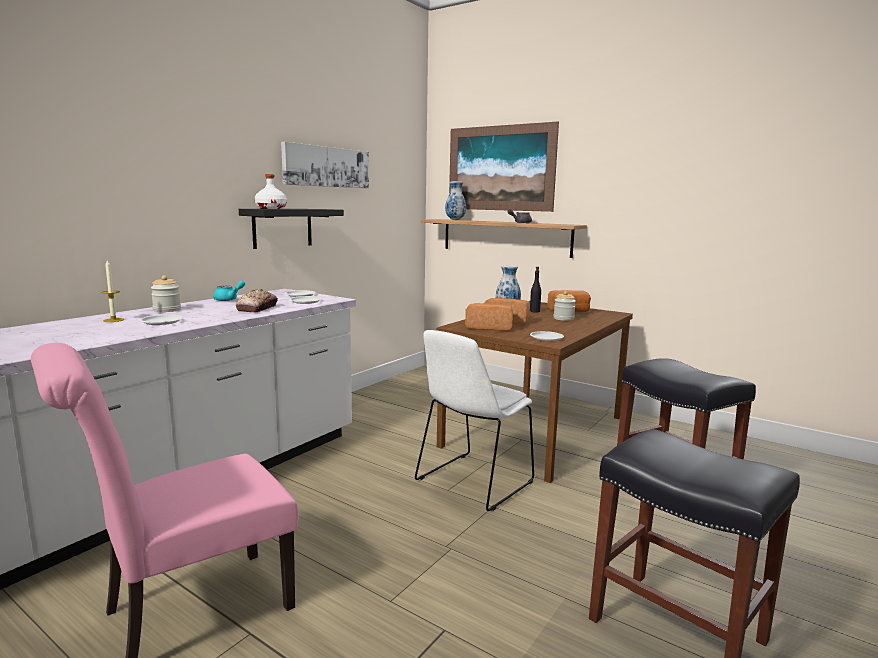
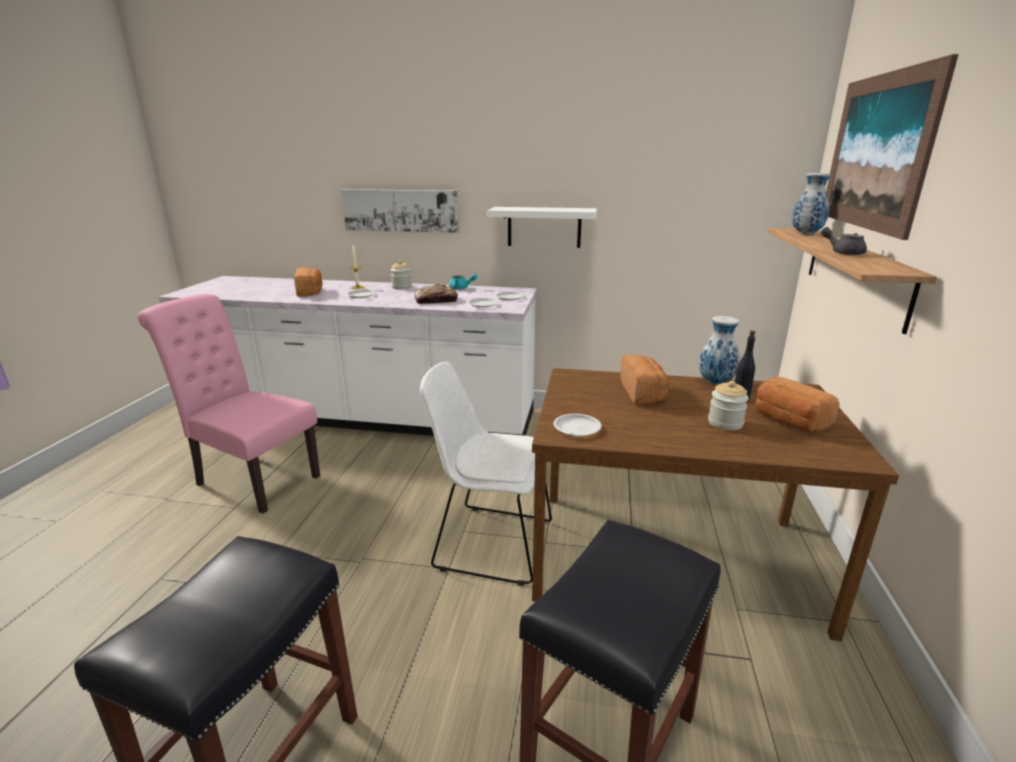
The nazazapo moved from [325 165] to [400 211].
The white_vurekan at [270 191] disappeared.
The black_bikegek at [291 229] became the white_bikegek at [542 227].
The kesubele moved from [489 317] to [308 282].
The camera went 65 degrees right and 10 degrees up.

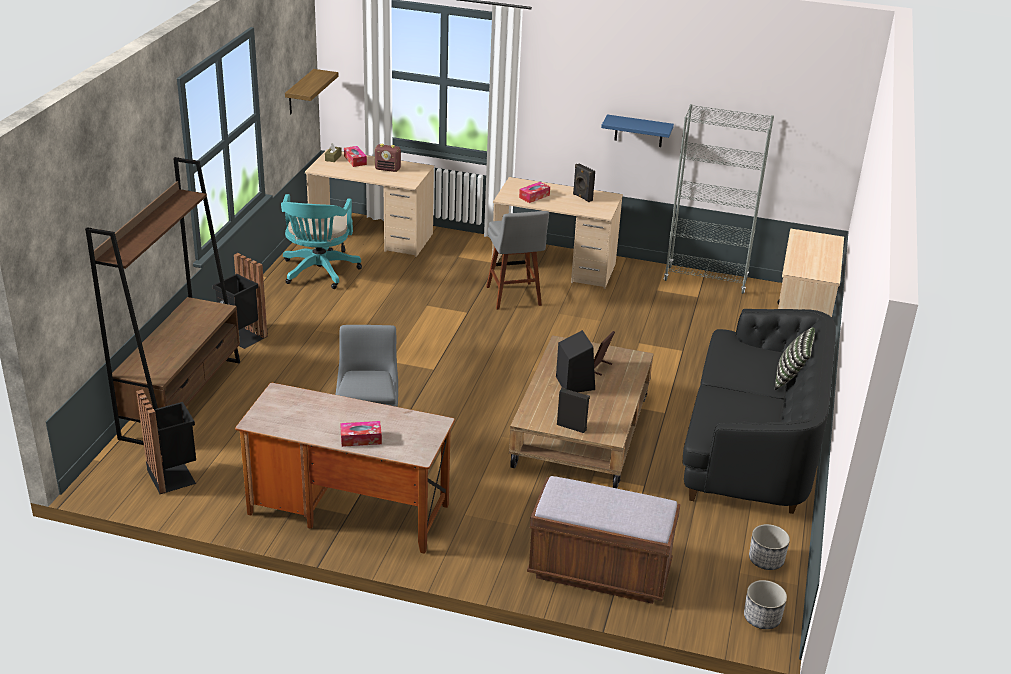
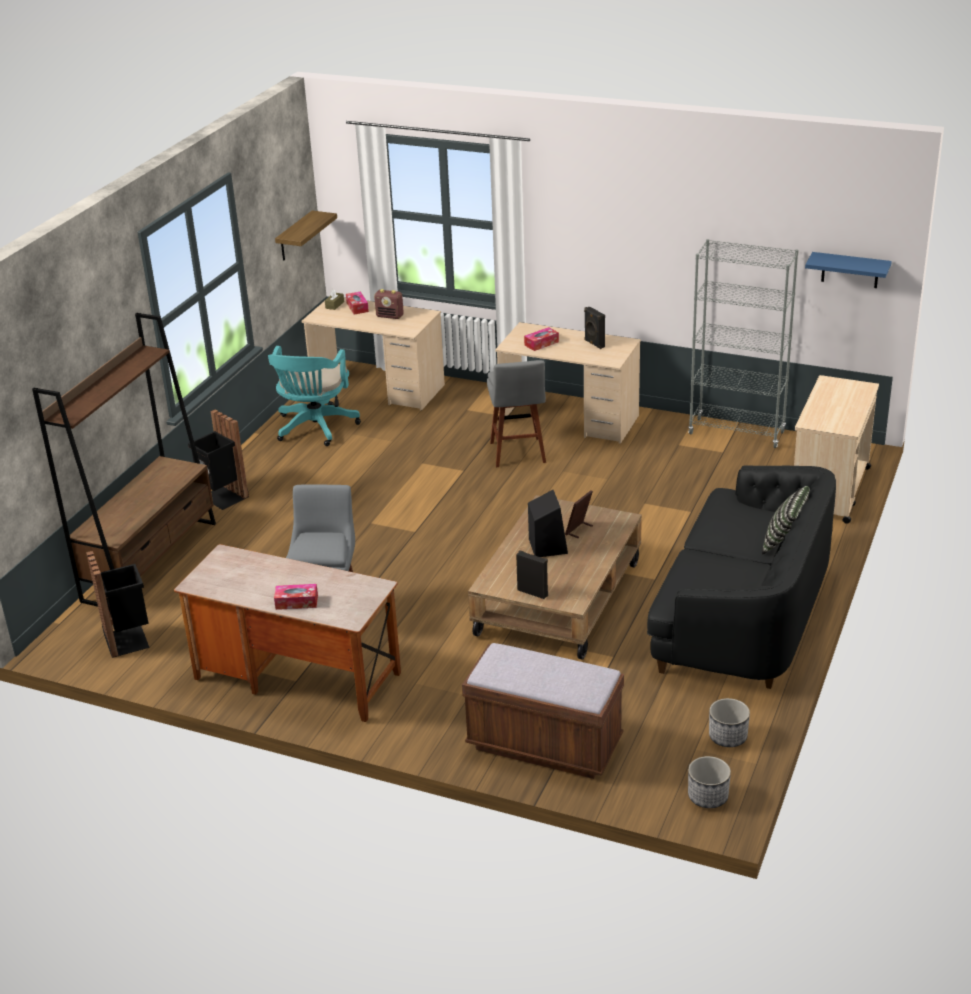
The blue_bikegek moved from [637 130] to [848 270].
The camera went 10 degrees right and 0 degrees up.

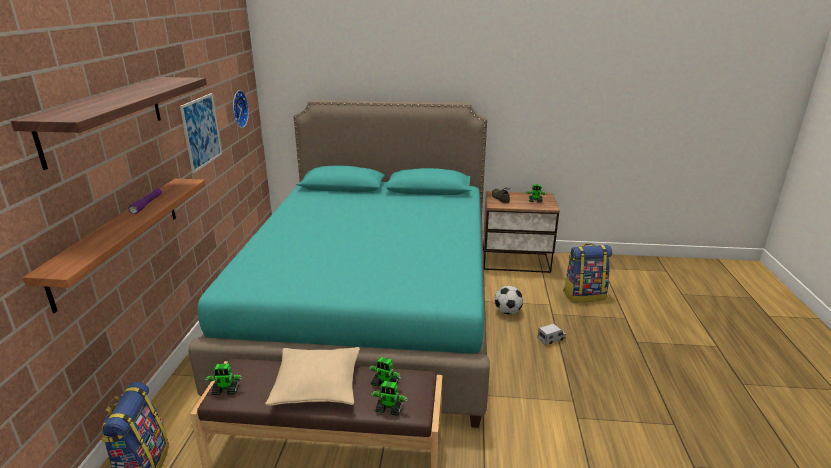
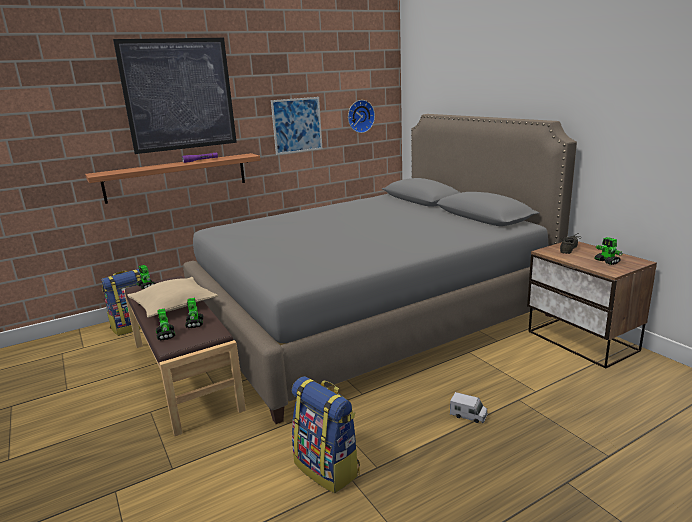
The bikegek at [109 123] was replaced by the nazazapo at [175 96].
The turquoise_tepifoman at [339 263] became the grey_tepifoman at [380 269].
The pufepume moved from [587 272] to [326 434].
The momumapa at [508 300] disappeared.
The camera went 55 degrees right and 5 degrees down.

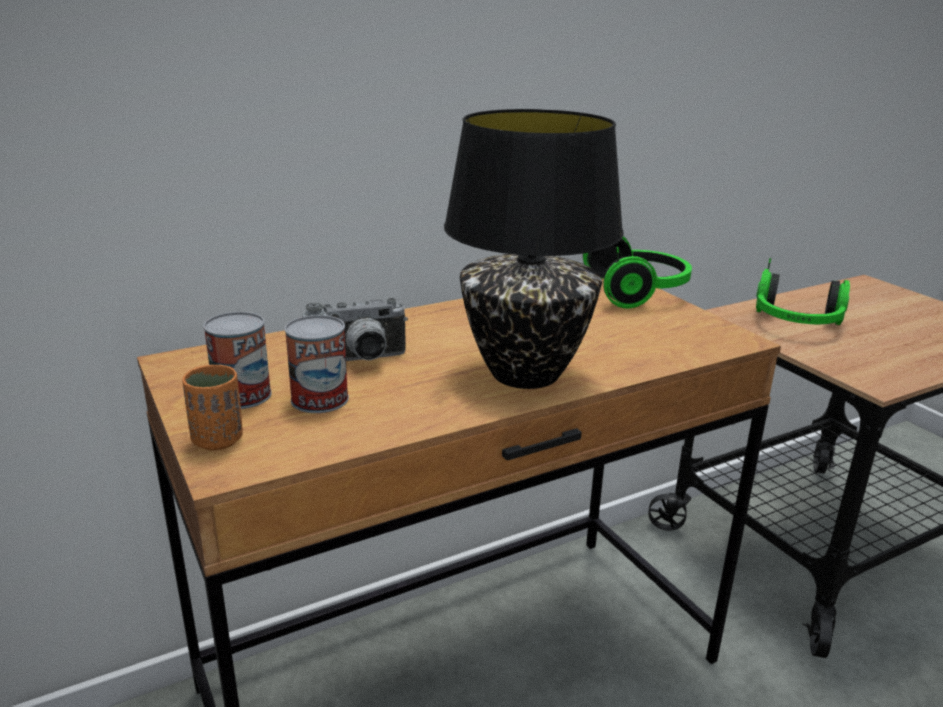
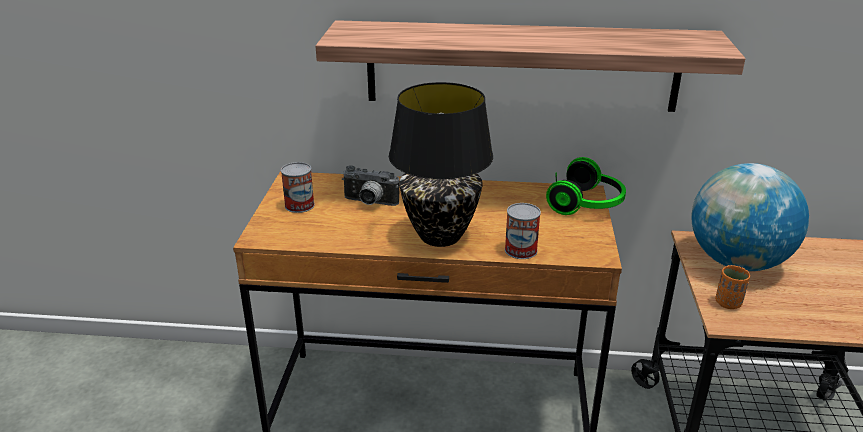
The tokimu at [803 291] was replaced by the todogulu at [750 217].
The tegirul moved from [316 364] to [523 231].
The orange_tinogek moved from [212 407] to [732 287].
The bikegek at [530 66] appeared.
The camera went 35 degrees right and 5 degrees up.

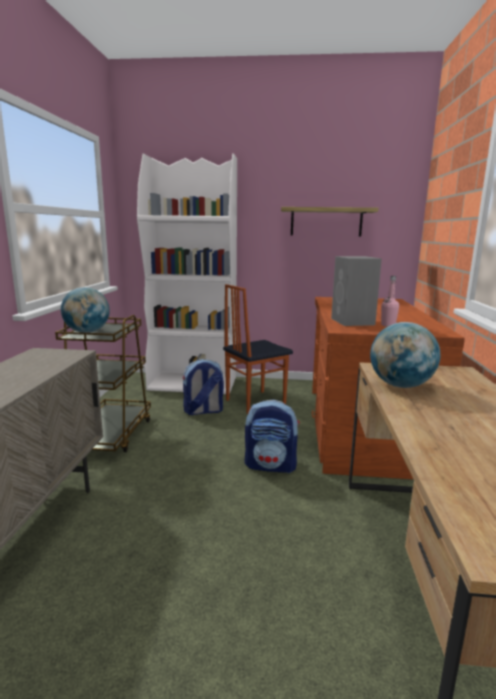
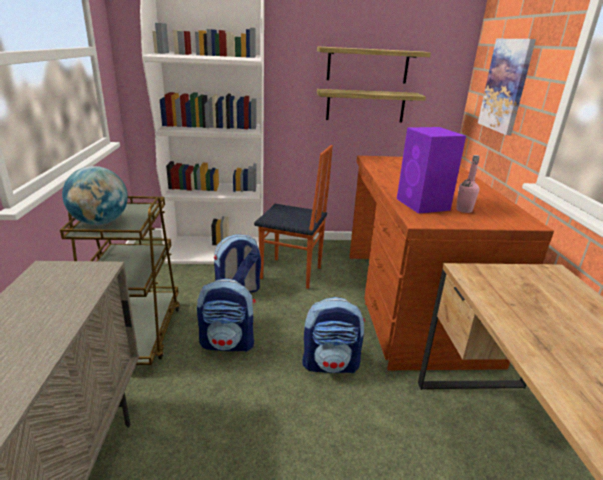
The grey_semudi at [356 291] became the purple_semudi at [431 170].
The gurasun at [258 349] turned 120 degrees counterclockwise.
The todogulu at [405 355] disappeared.
The nazazapo at [507 87] appeared.
The bikegek at [371 106] appeared.
The pufepume at [226 315] appeared.
The camera went 10 degrees left and 10 degrees up.

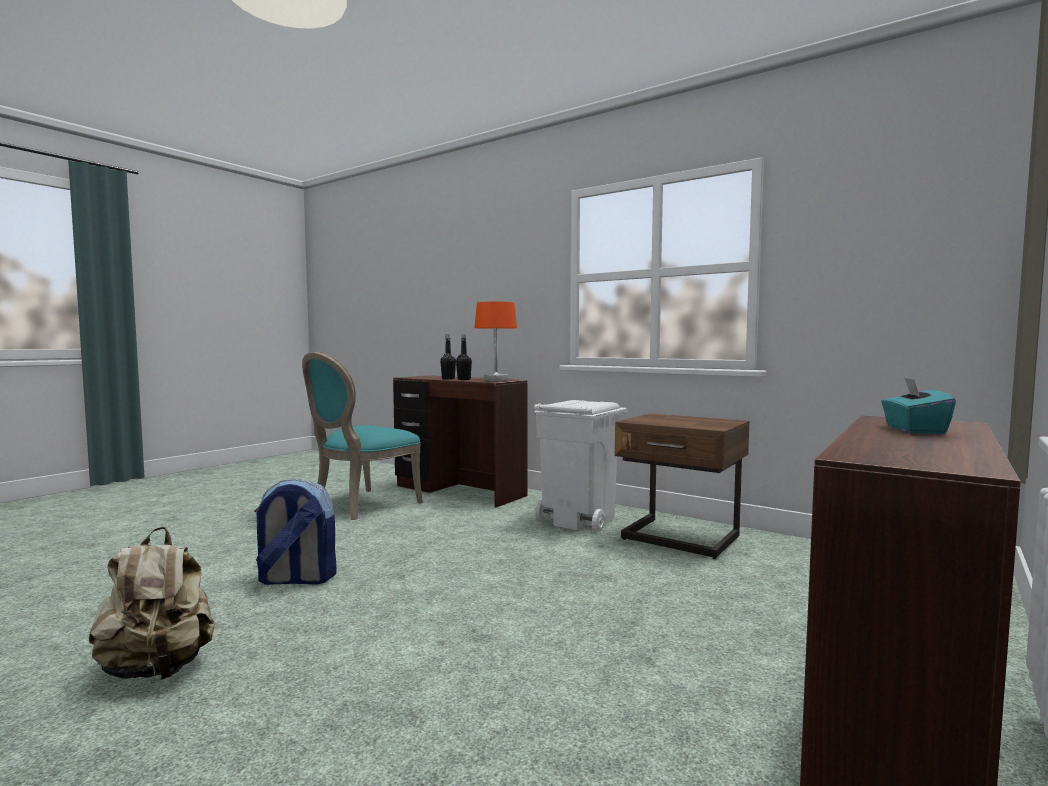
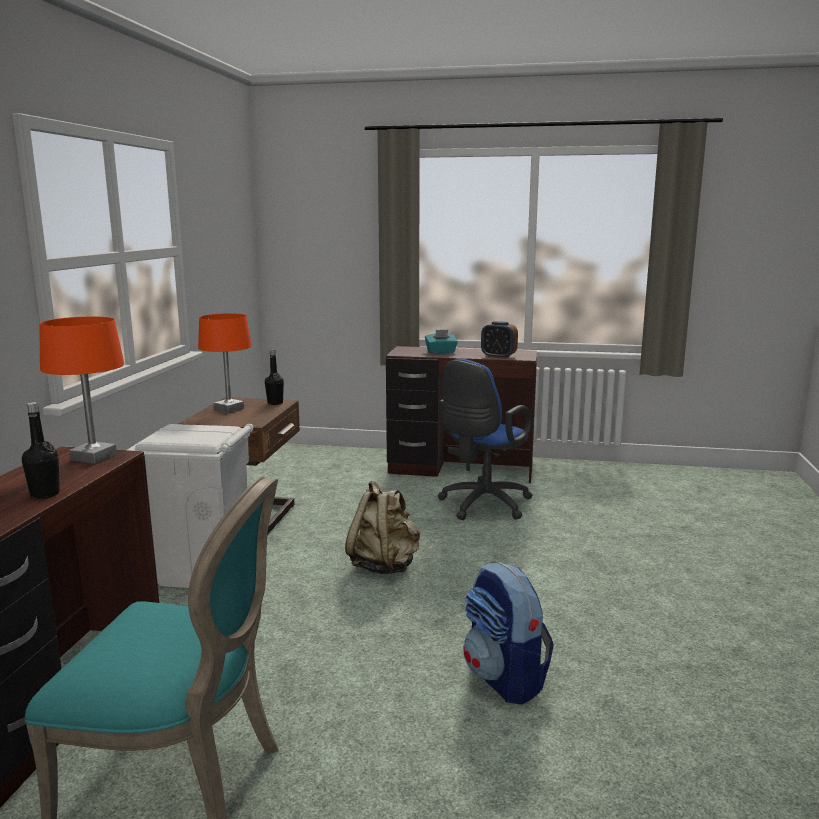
The black_vurekan moved from [464 357] to [274 377].
The beige_pufepume moved from [151 603] to [382 527].
The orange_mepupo at [225 363] appeared.
The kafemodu at [499 340] appeared.
The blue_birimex at [485 439] appeared.
The camera went 115 degrees left and 10 degrees up.

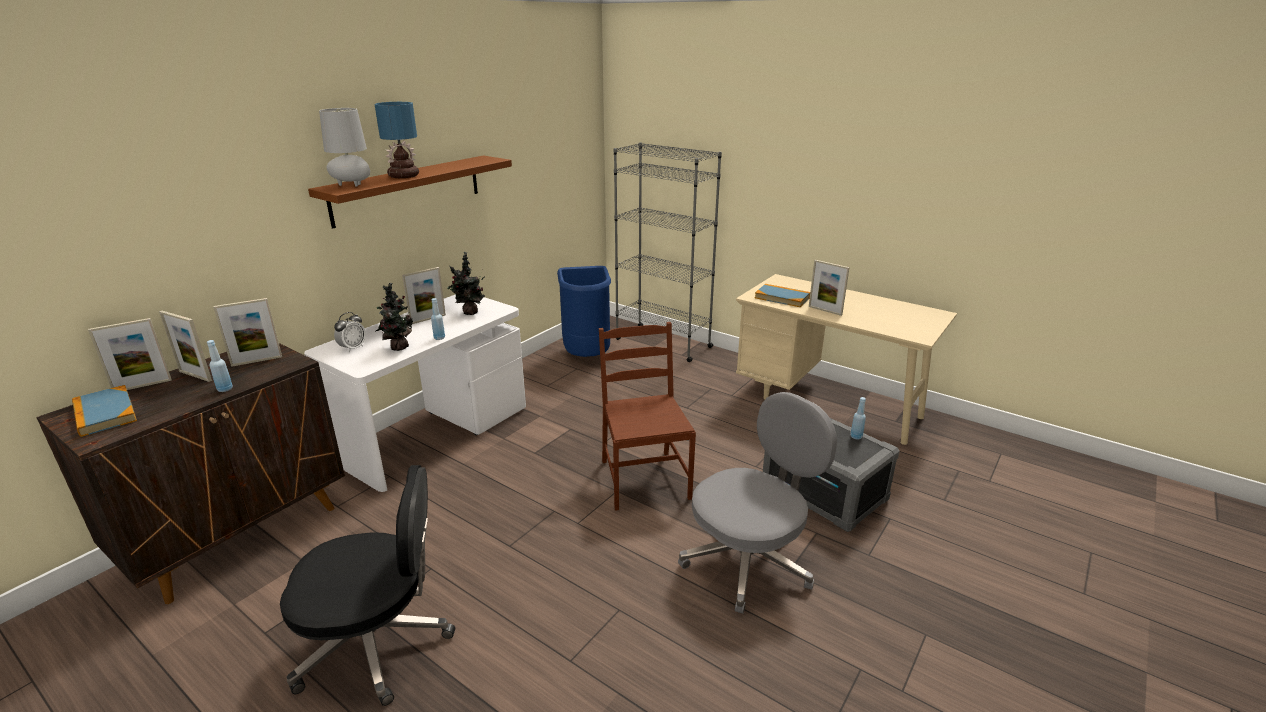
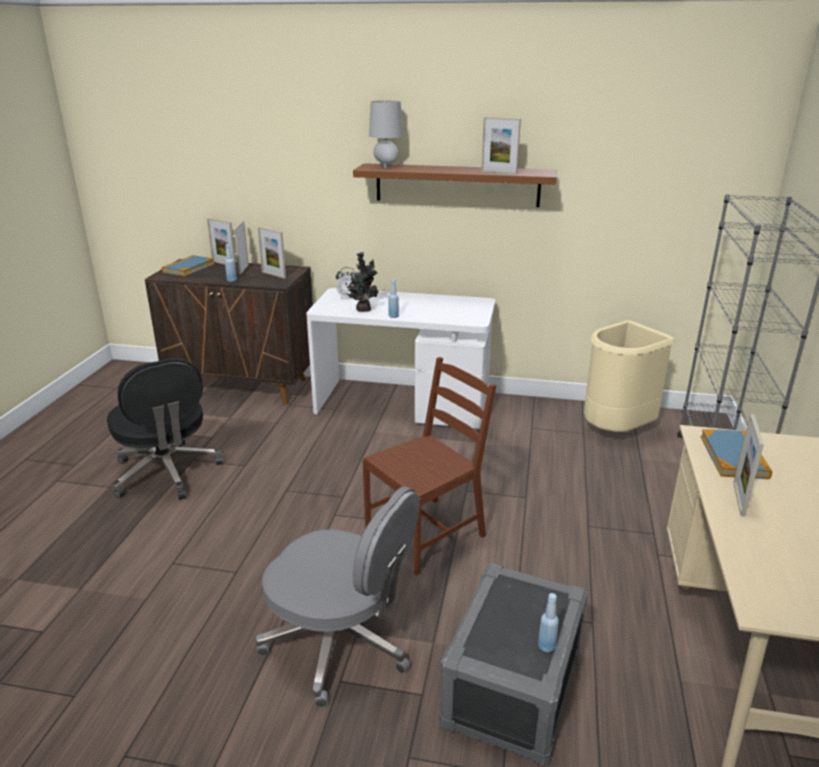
The mepupo at [396 140] disappeared.
The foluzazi at [466 283] disappeared.
The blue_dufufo at [584 311] became the beige_dufufo at [629 376].
The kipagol moved from [424 295] to [501 145].
The camera went 65 degrees right and 0 degrees up.

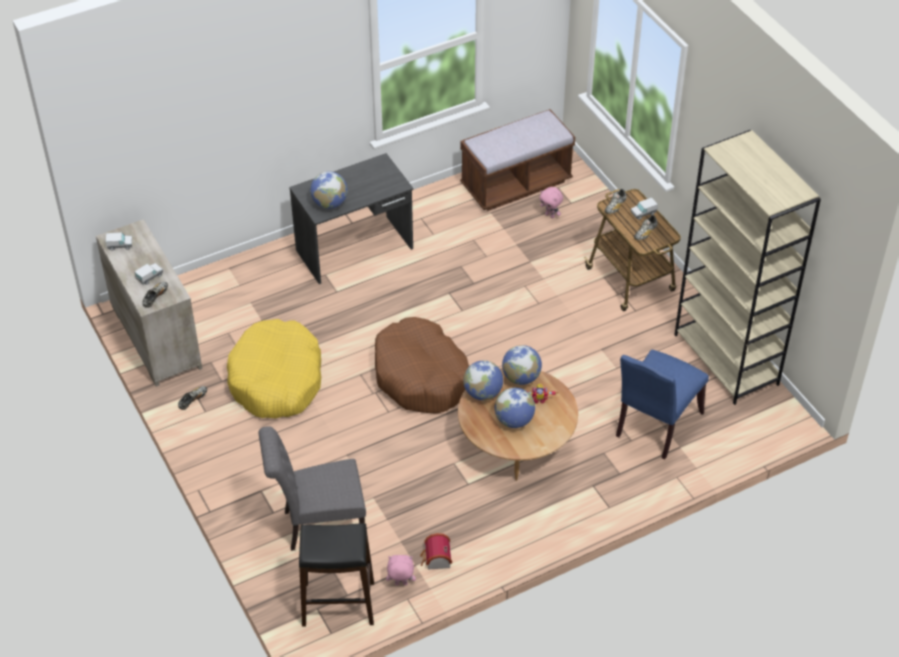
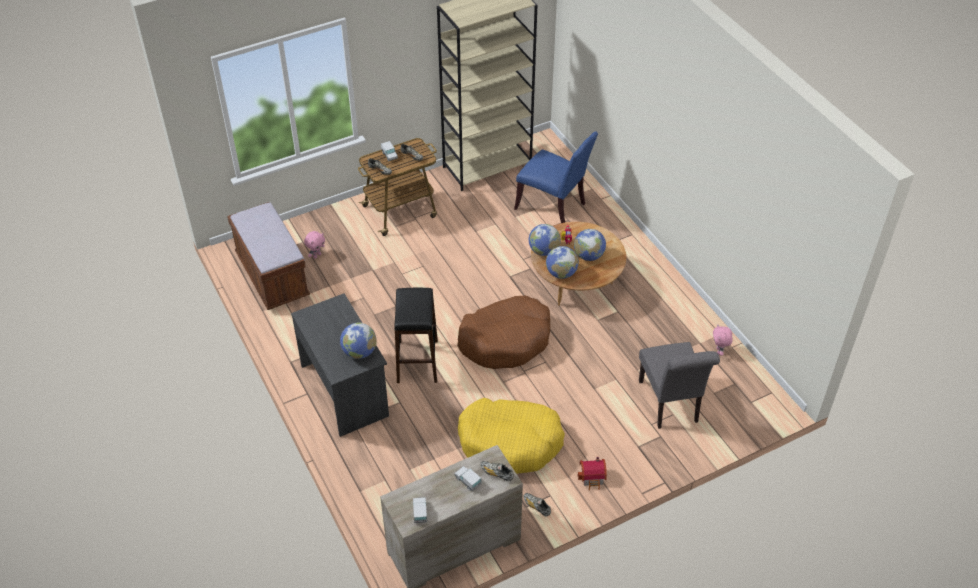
The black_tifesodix moved from [336 575] to [416 335].
The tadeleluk moved from [436 551] to [592 473].
The camera went 90 degrees left and 0 degrees up.

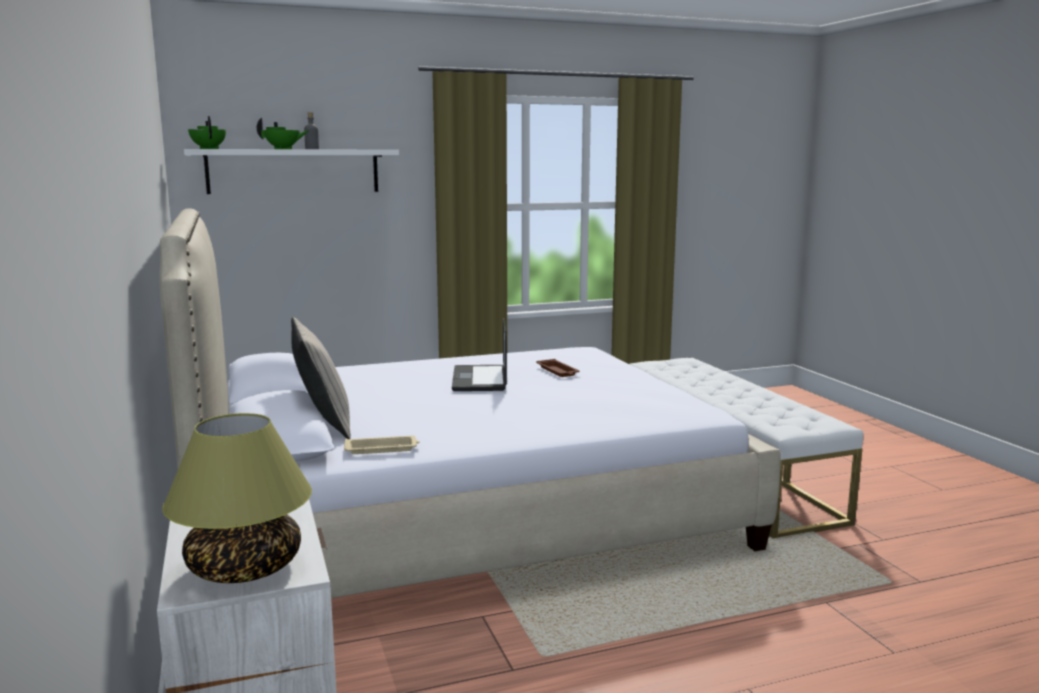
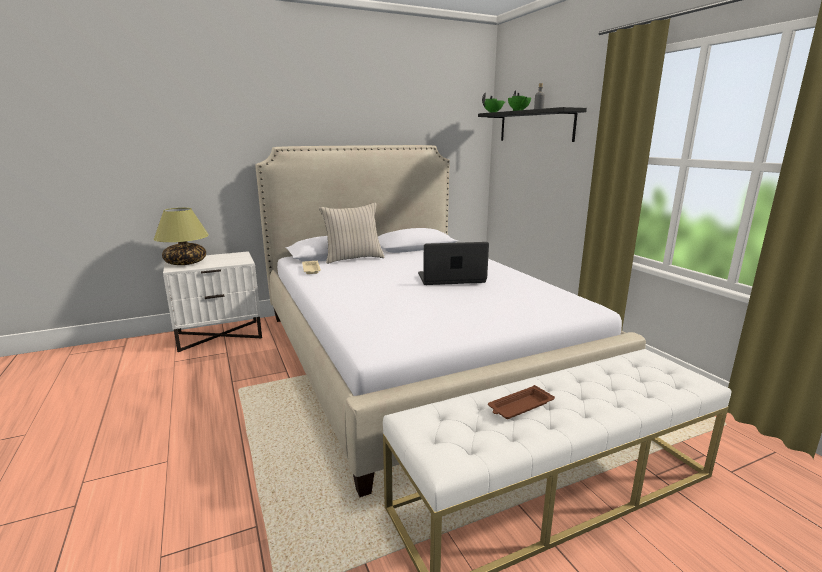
The white_bikegek at [291 171] became the black_bikegek at [532 124].
The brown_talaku moved from [557 368] to [521 402].
The camera went 85 degrees right and 5 degrees up.

